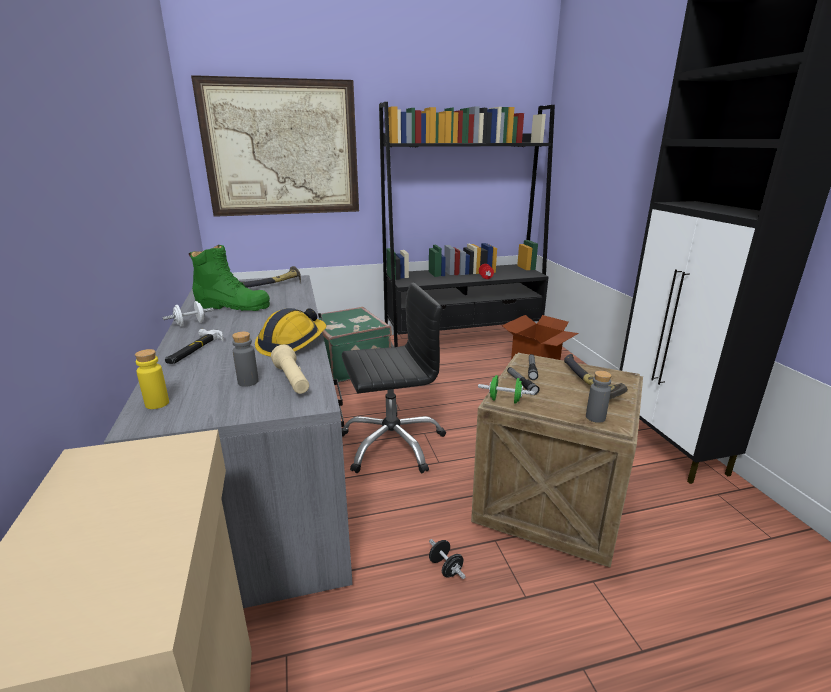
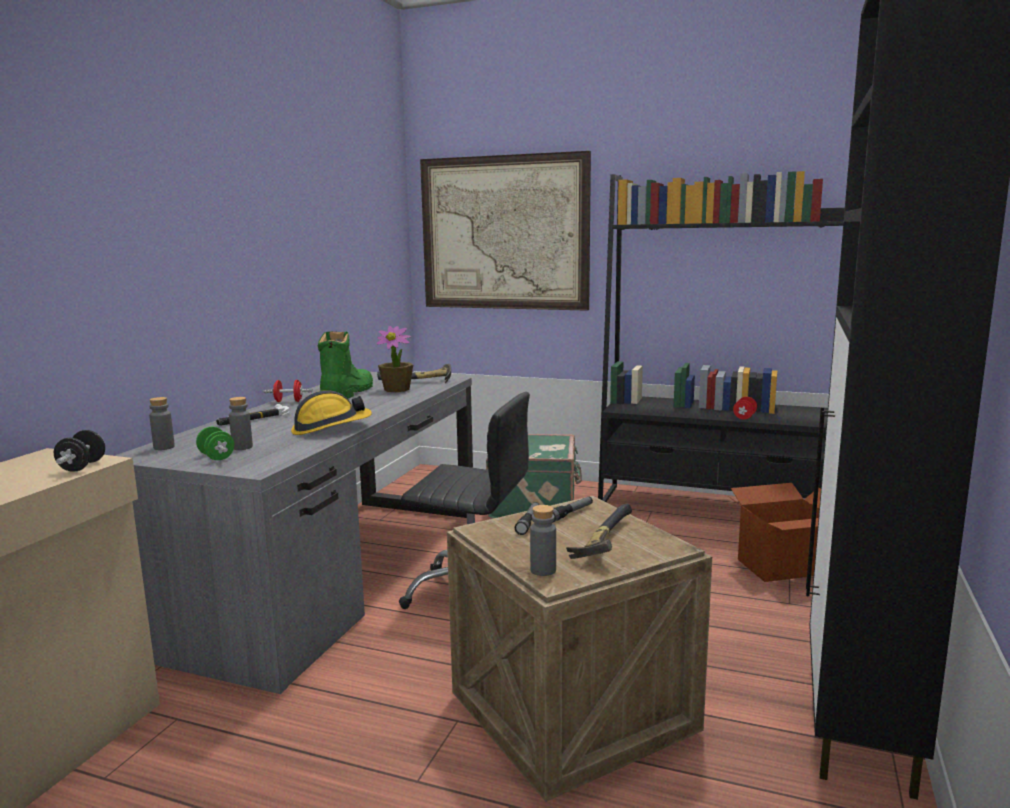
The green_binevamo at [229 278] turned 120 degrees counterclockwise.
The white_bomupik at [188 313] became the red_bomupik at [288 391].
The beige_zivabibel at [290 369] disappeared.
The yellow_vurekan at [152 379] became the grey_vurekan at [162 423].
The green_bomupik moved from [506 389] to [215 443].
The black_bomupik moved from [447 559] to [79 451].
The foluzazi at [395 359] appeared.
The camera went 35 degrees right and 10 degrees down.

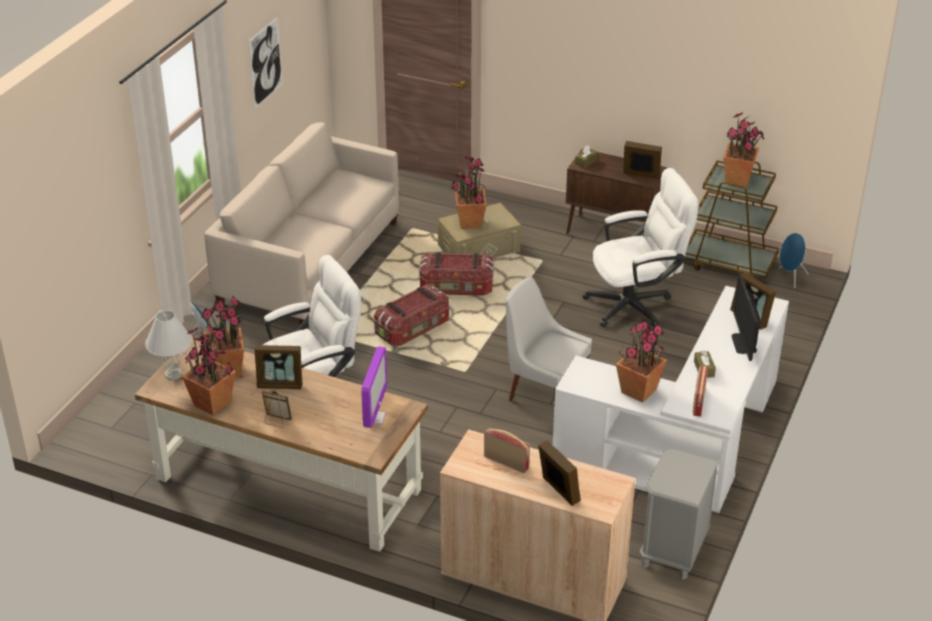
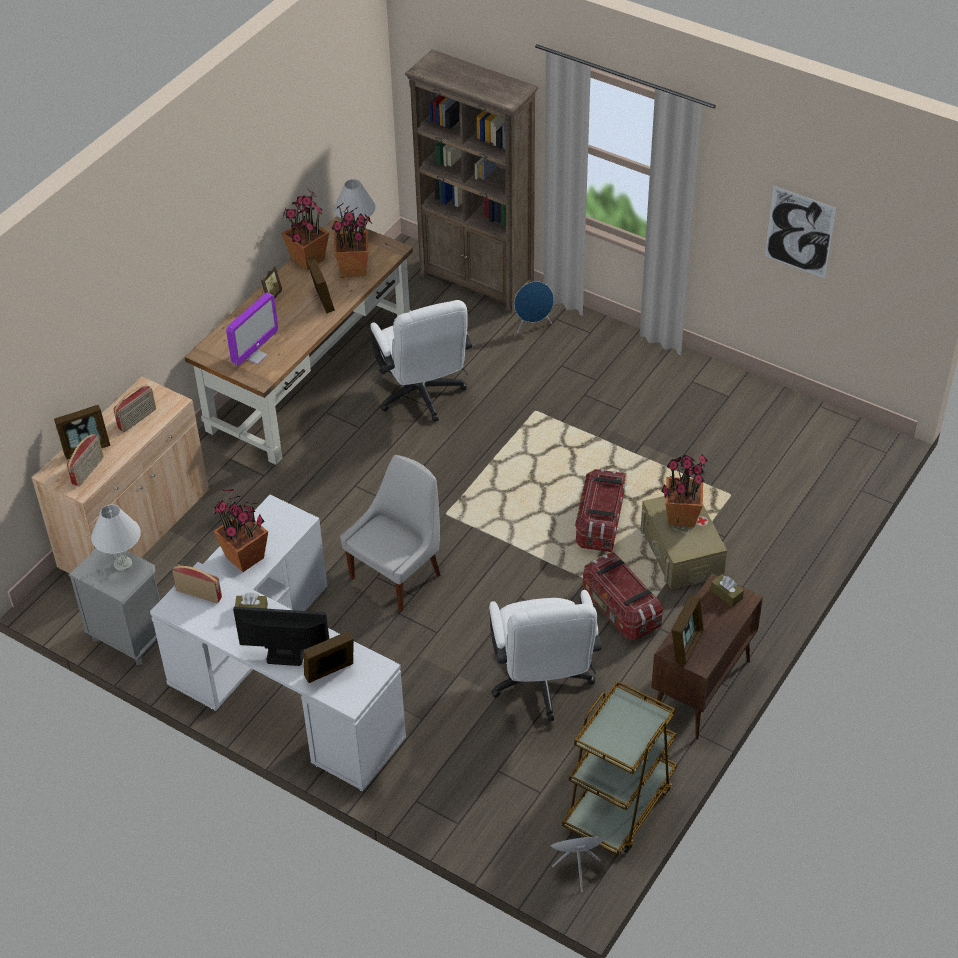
The foluzazi at [744 149] disappeared.
The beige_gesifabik at [302 223] disappeared.
The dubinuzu moved from [411 315] to [623 596].
The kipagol at [278 367] turned 150 degrees clockwise.
The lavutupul at [374 387] turned 75 degrees counterclockwise.
The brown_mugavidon at [472 181] appeared.
The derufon at [85 460] appeared.
The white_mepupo at [116 537] appeared.
The camera went 100 degrees right and 10 degrees up.

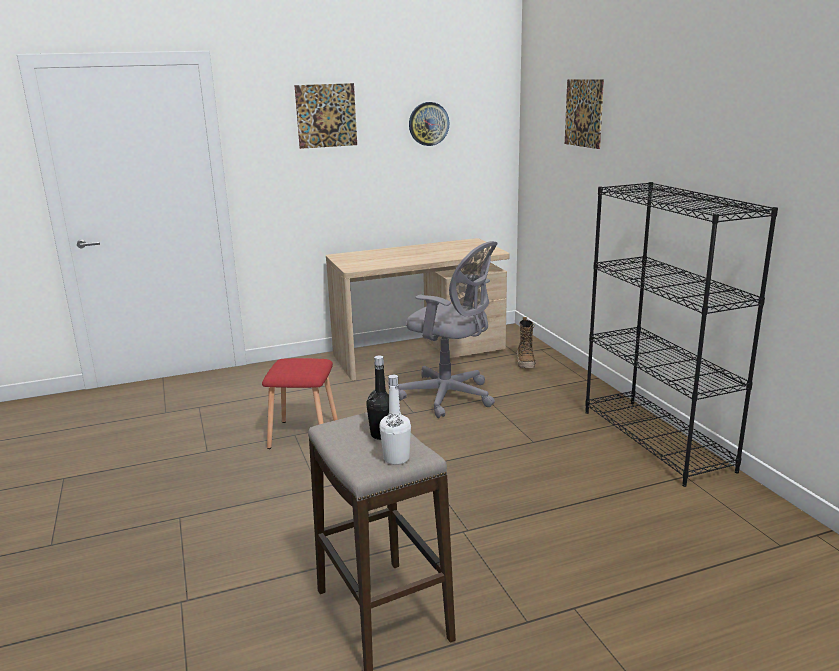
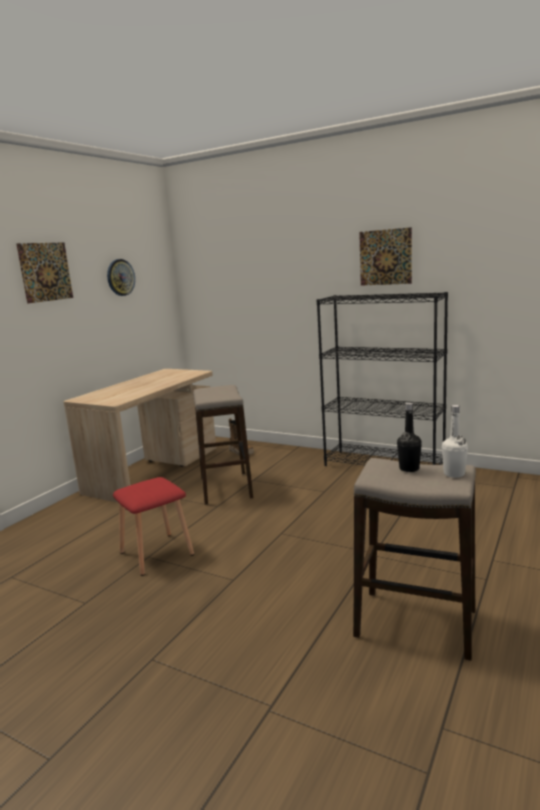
The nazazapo moved from [584 114] to [385 256].
The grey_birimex at [447 329] was replaced by the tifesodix at [223 445].
The camera went 40 degrees left and 5 degrees down.

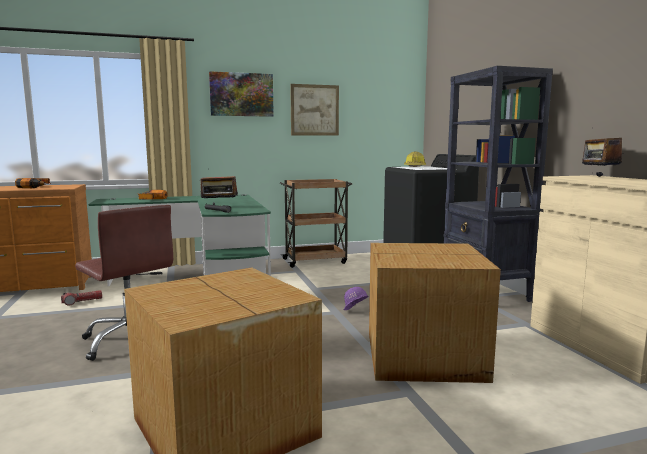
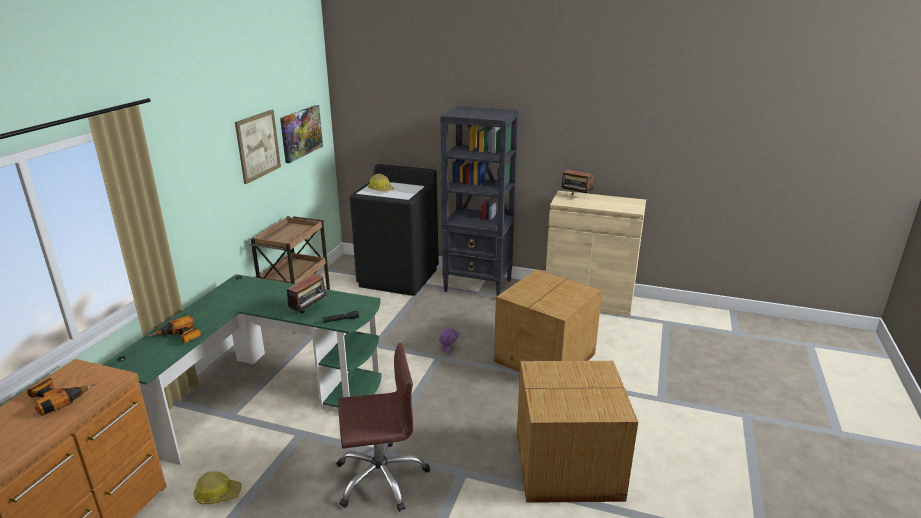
The nazazapo moved from [241 94] to [301 134].
The zivabibel at [81 298] was replaced by the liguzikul at [218 487].
The camera went 55 degrees left and 15 degrees up.

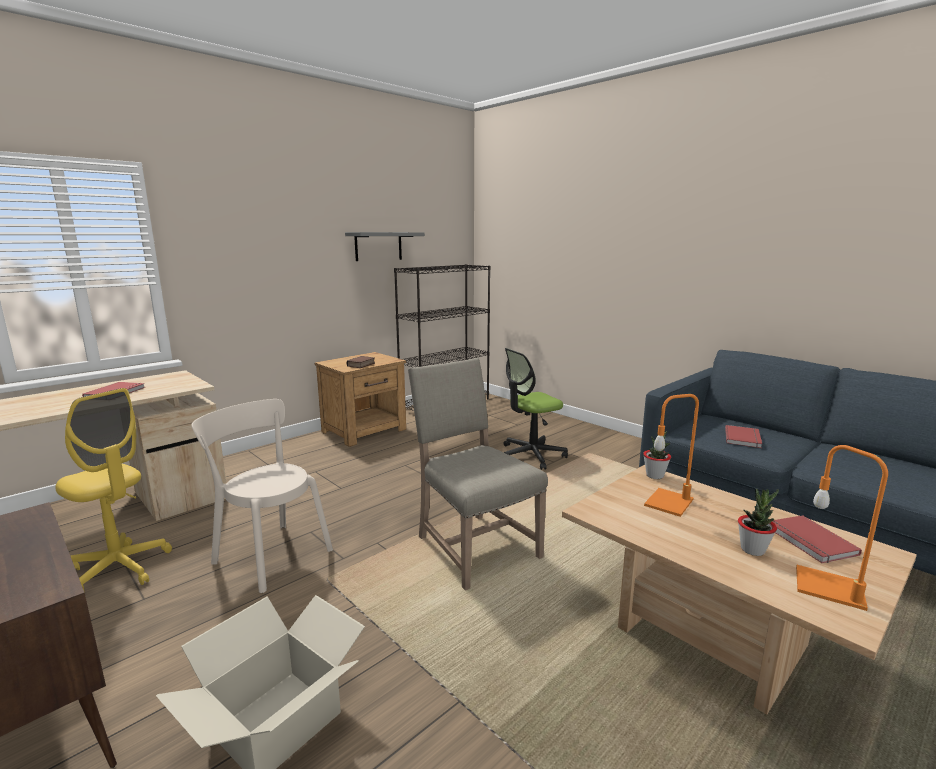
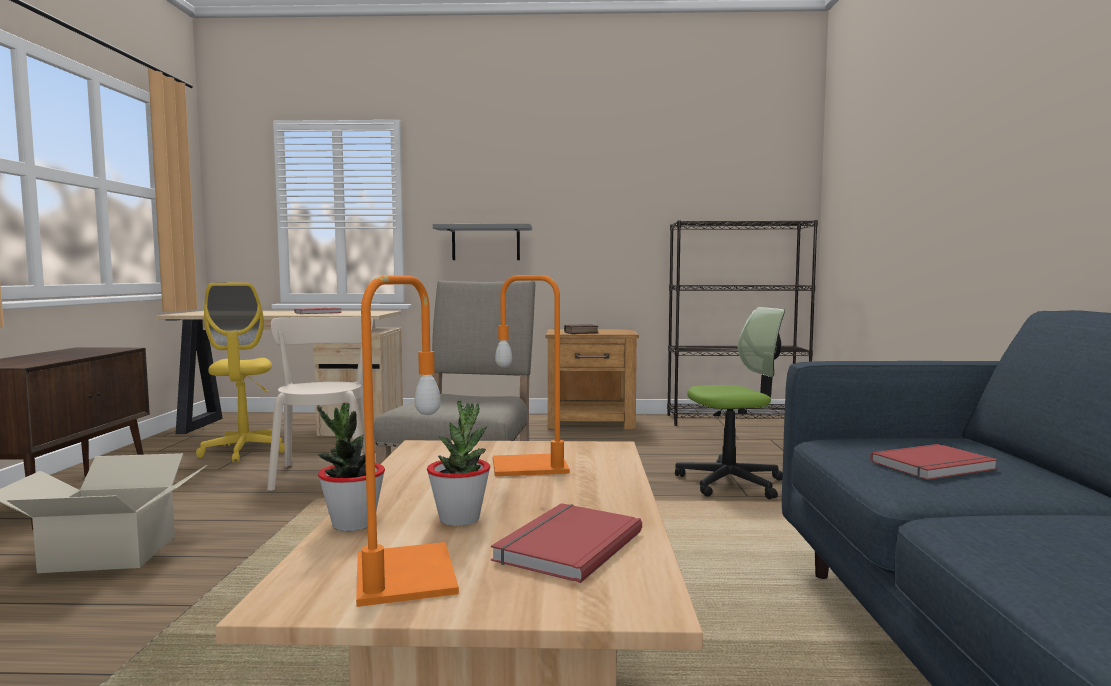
The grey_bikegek moved from [385 246] to [482 242].
The birimex at [535 409] turned 150 degrees clockwise.
The foluzazi moved from [657 455] to [351 467].
The camera went 45 degrees right and 10 degrees down.

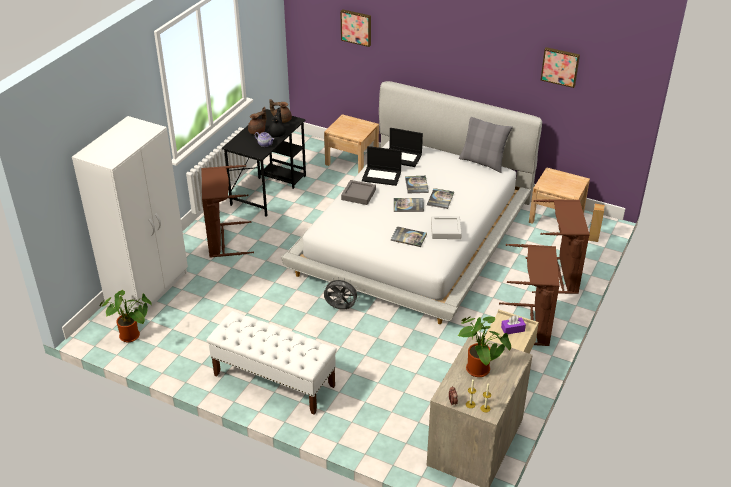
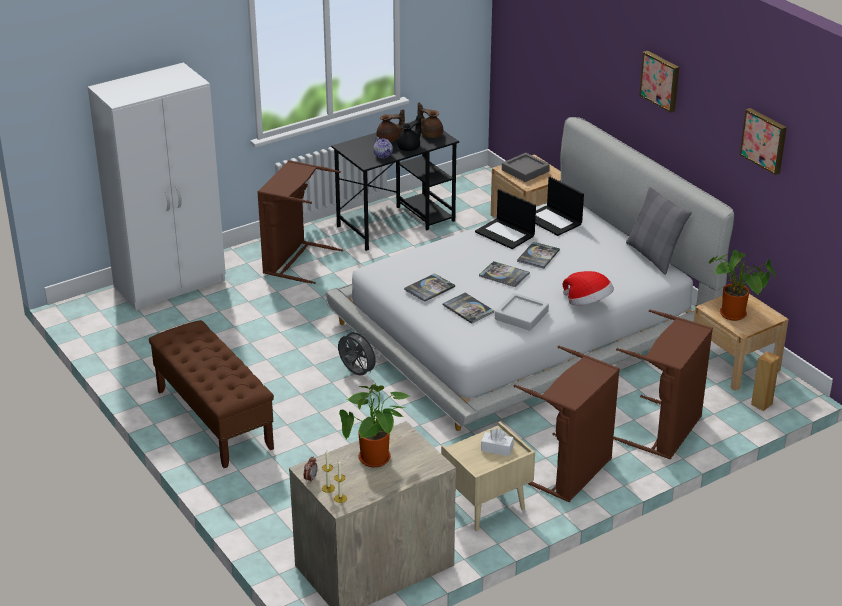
The nazazapo moved from [355 28] to [659 82].
The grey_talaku moved from [358 192] to [526 167].
The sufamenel moved from [440 198] to [429 287].
The foluzazi moved from [125 316] to [742 285].
The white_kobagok at [272 363] became the brown_kobagok at [211 394].
The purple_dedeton at [513 324] became the white_dedeton at [497 442].
The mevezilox at [588 288] appeared.
The camera went 30 degrees right and 5 degrees down.

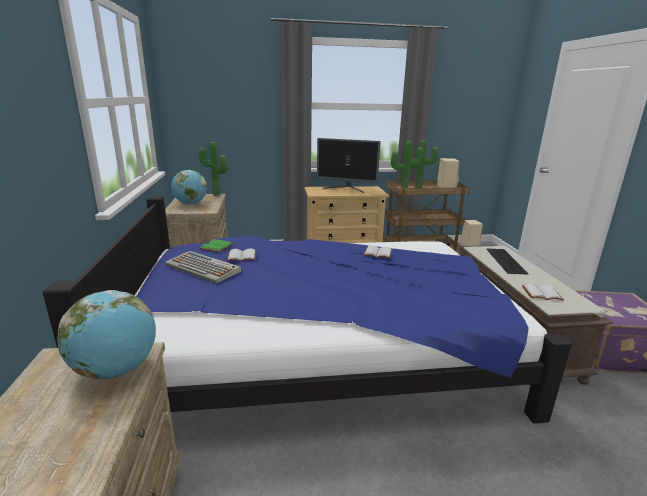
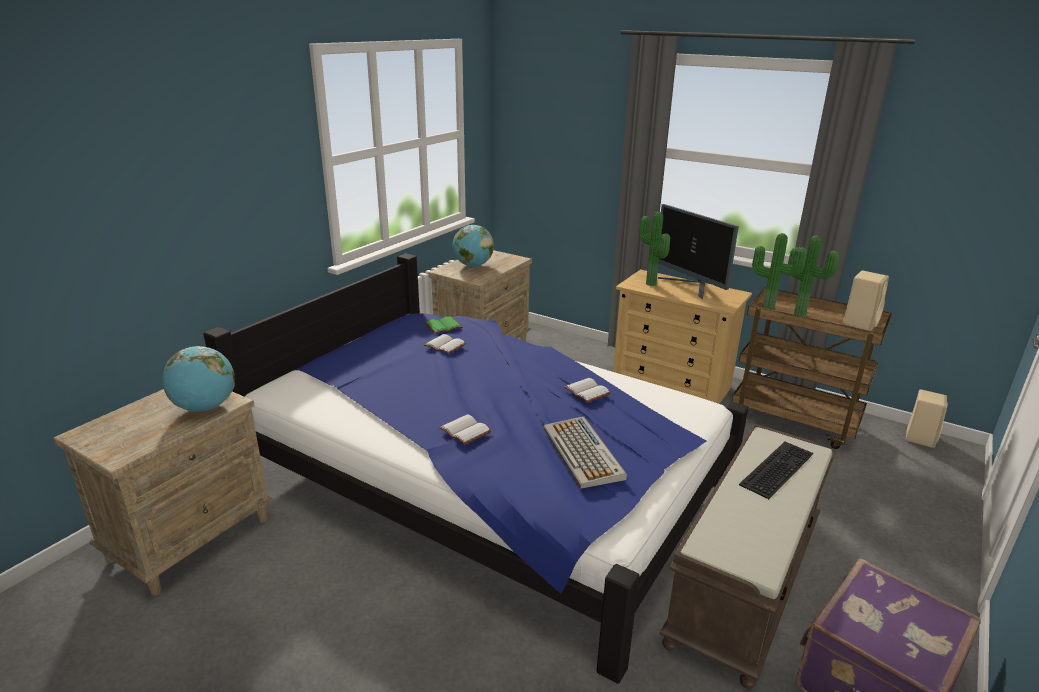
The foluzazi moved from [213 169] to [654 249].
The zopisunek moved from [203 267] to [585 452].
The white_sufamenel moved from [543 292] to [465 429].
The camera went 40 degrees right and 5 degrees up.

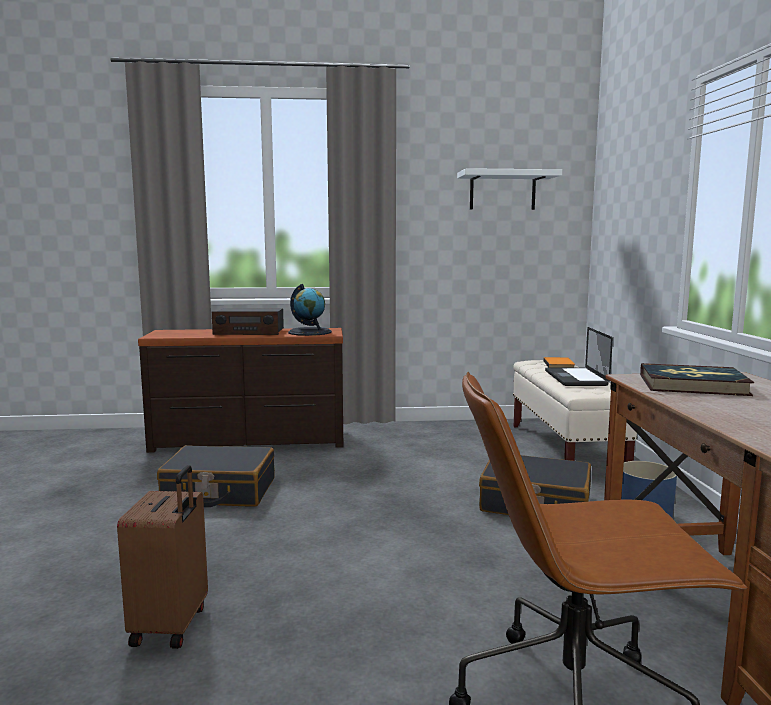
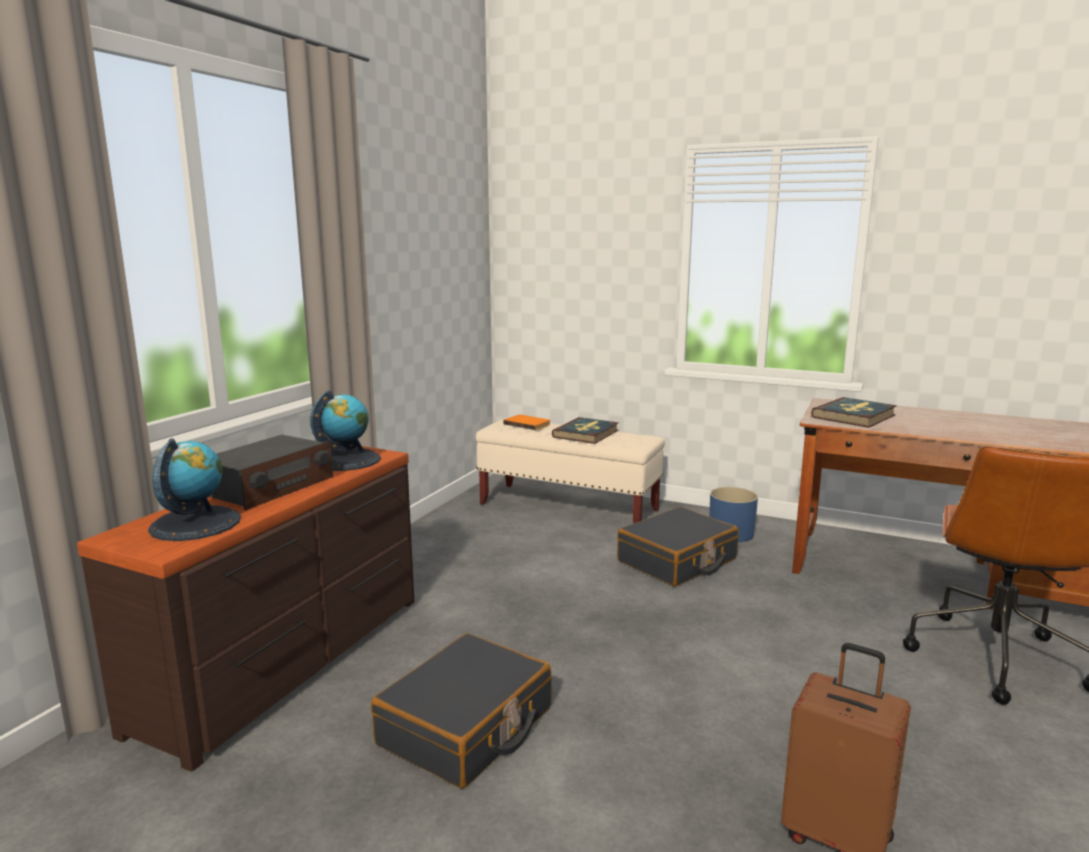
The white_bikegek at [509 189] disappeared.
The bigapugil at [579 356] was replaced by the sufamenel at [585 430].
The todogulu at [194 489] appeared.
The camera went 60 degrees left and 5 degrees up.

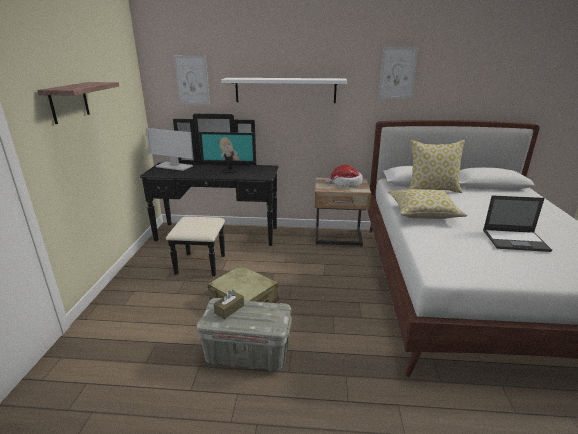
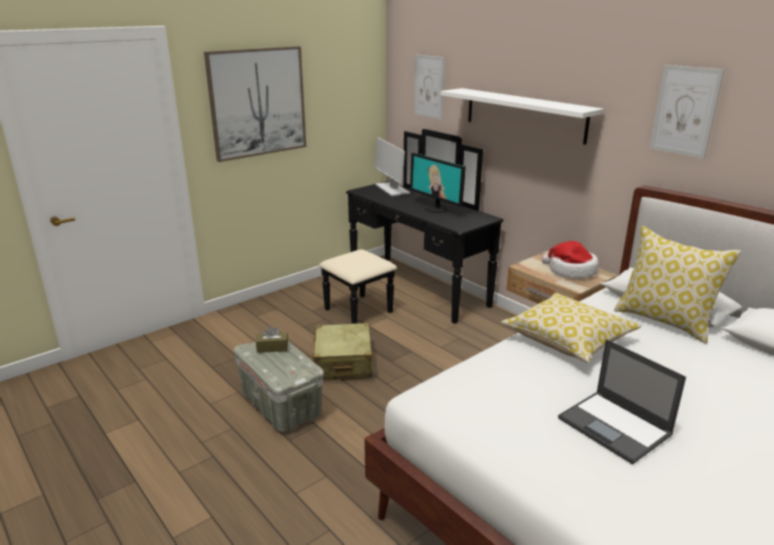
The bikegek at [78 103] was replaced by the nazazapo at [255 104].
The camera went 45 degrees right and 0 degrees up.

